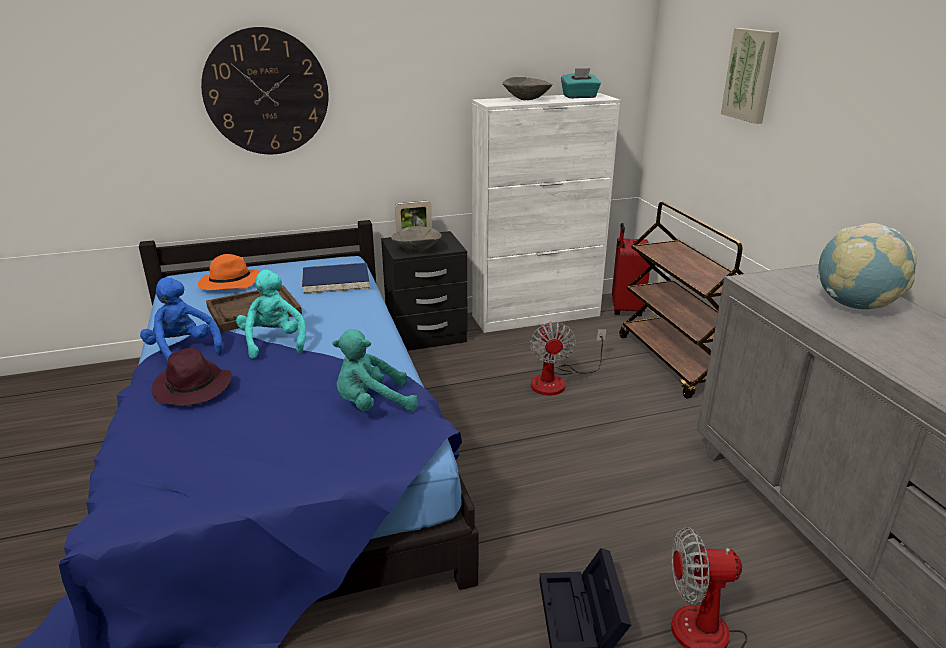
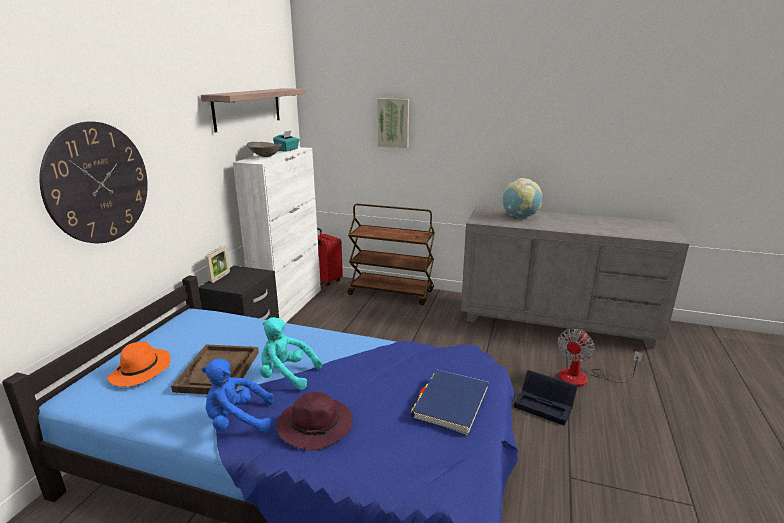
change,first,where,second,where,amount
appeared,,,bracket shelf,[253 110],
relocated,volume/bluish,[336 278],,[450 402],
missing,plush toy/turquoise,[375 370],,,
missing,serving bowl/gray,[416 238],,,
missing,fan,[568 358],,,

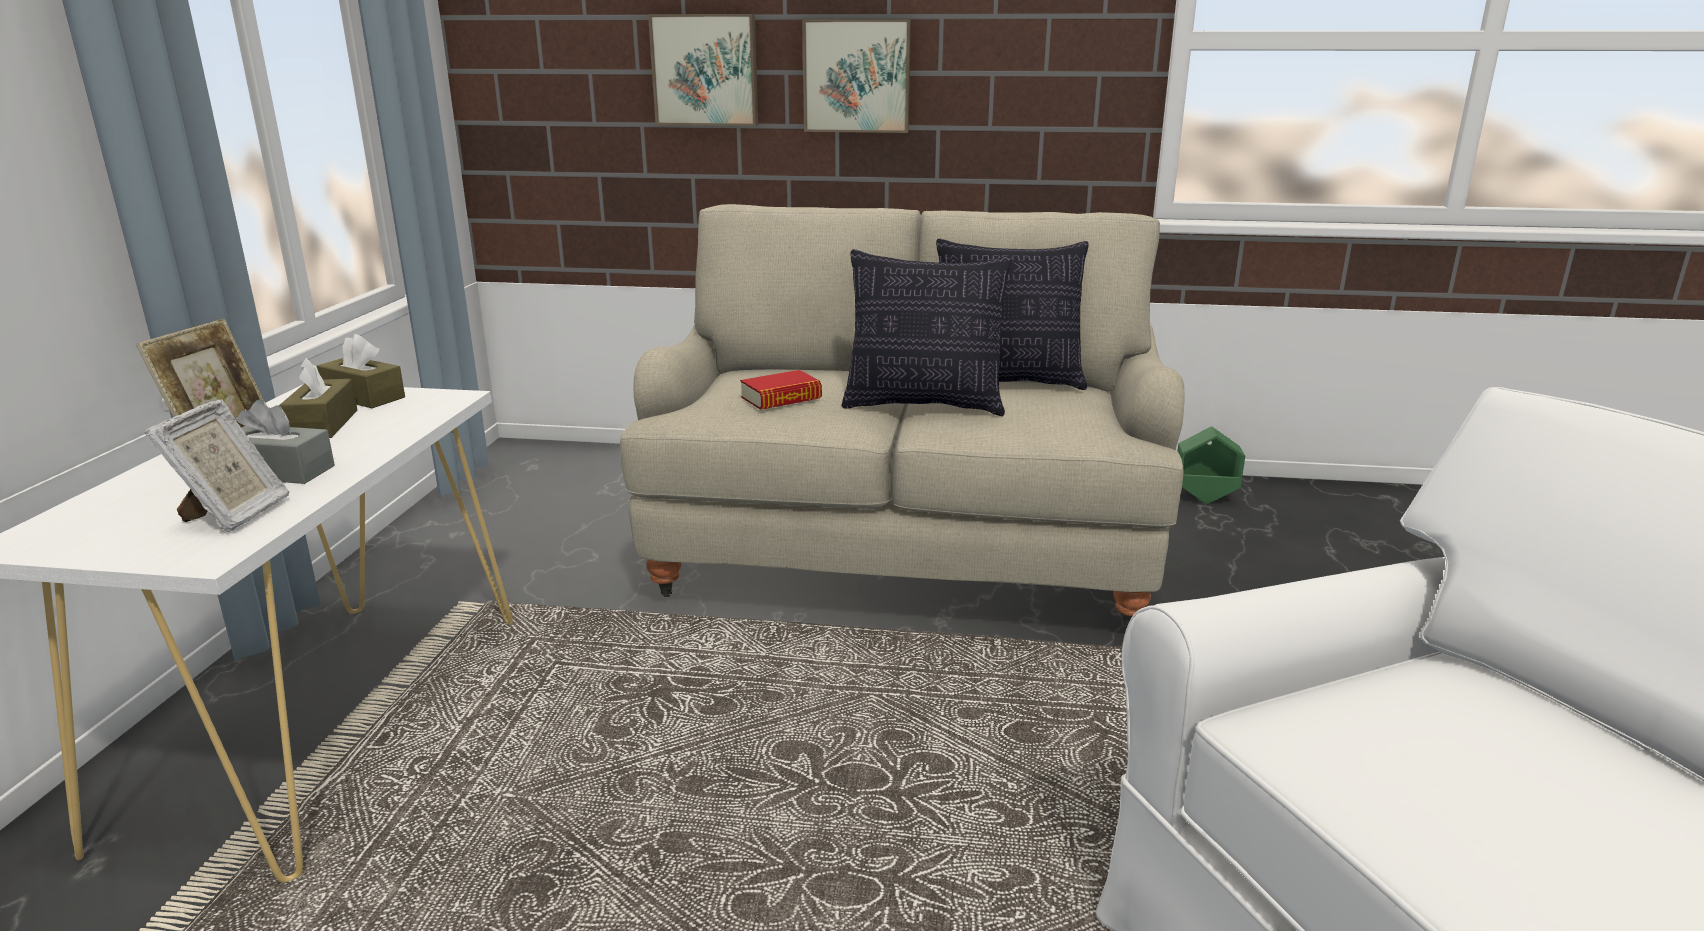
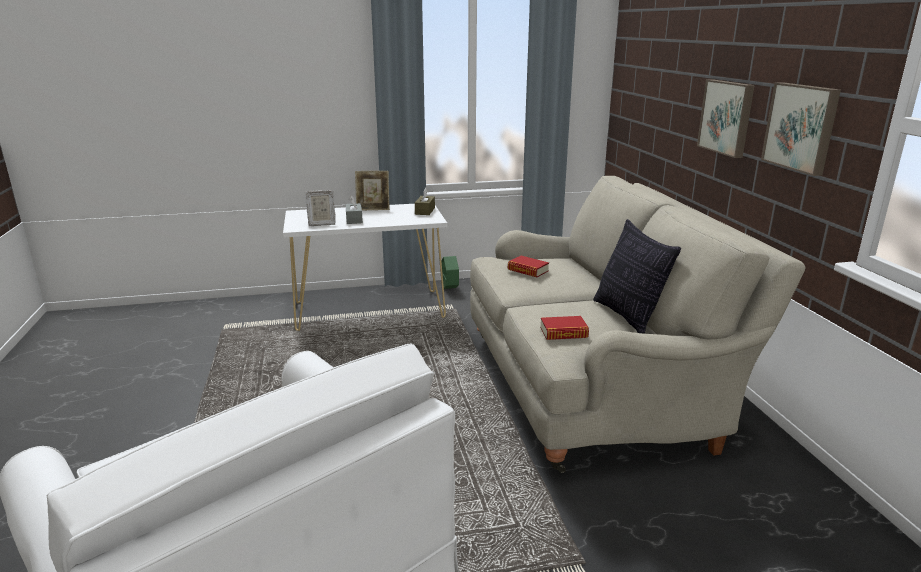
change,first,where,second,where,amount
relocated,planter/greenish,[1211 465],,[450 272],
appeared,,,volume,[564 328],
relocated,wall picture,[703 70],,[801 129],
missing,tissue box/brownish,[318 398],,,
missing,cushion,[927 332],,,

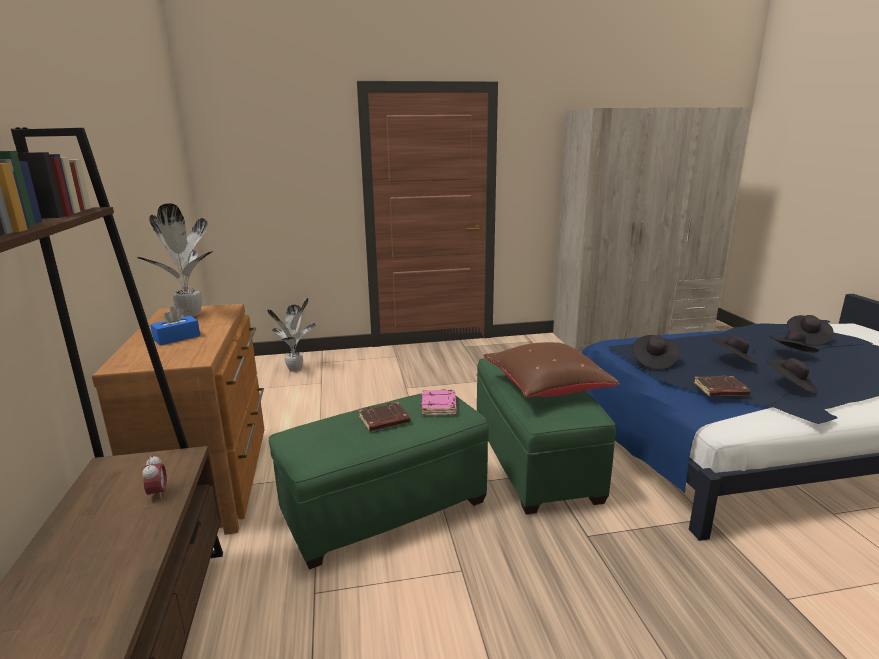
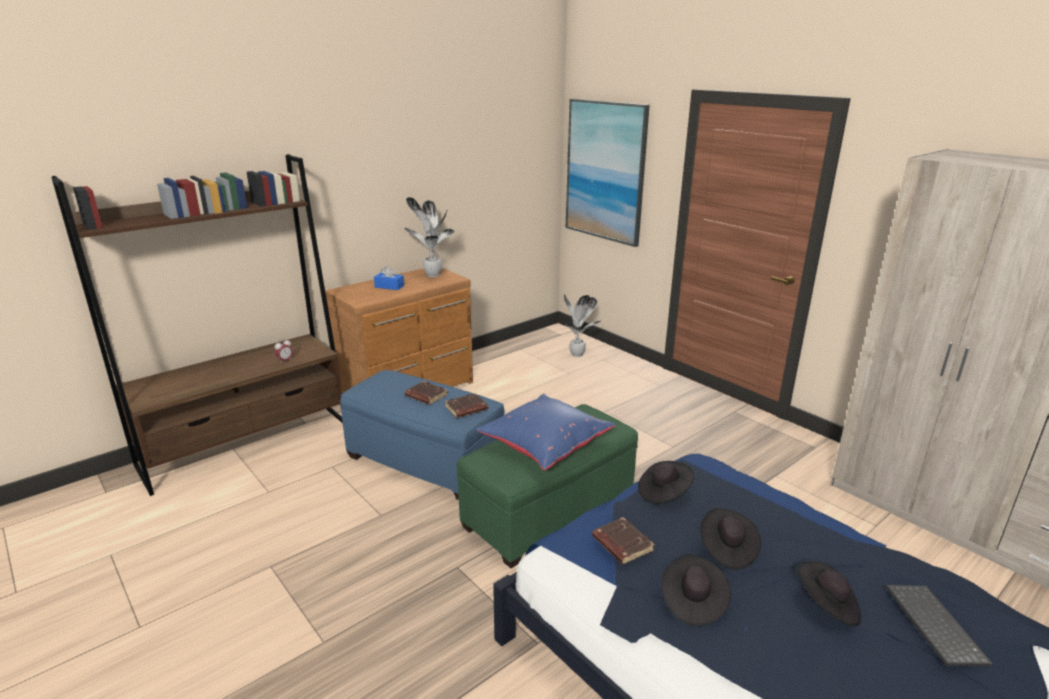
change,first,where,second,where,amount
colour,pouffe/greenish,[379 479],pouffe/bluish,[422 435],
colour,volume/pinkish,[439 402],volume/brownish,[466 405],
colour,cushion/brownish,[551 369],cushion/bluish,[546 432],
appeared,,,wall picture,[608 173],
exchanged,hat/black,[810 330],keyboard,[939 625],

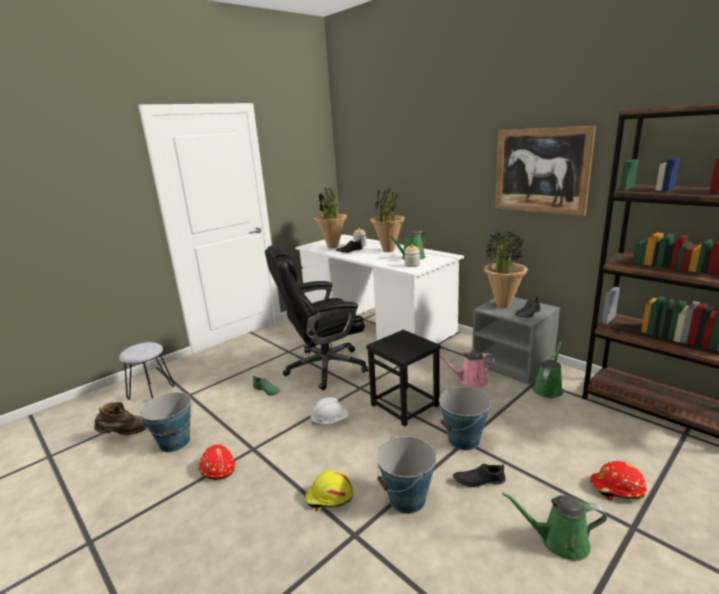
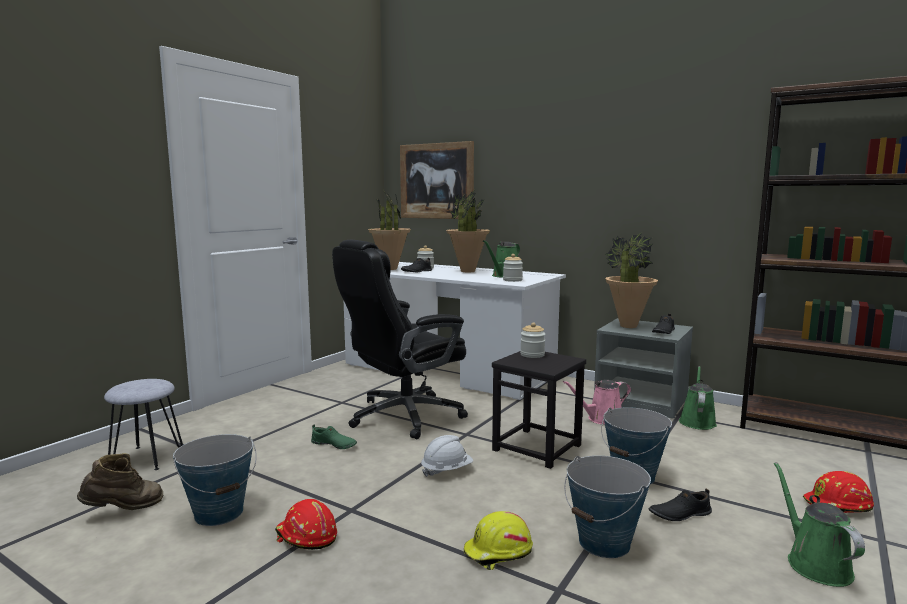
change,first,where,second,where,amount
relocated,wall picture,[545 170],,[437 180],
appeared,,,jar,[532 340],
spun,sprinkling can/greenish,[554 526],,[819 524],90 degrees clockwise

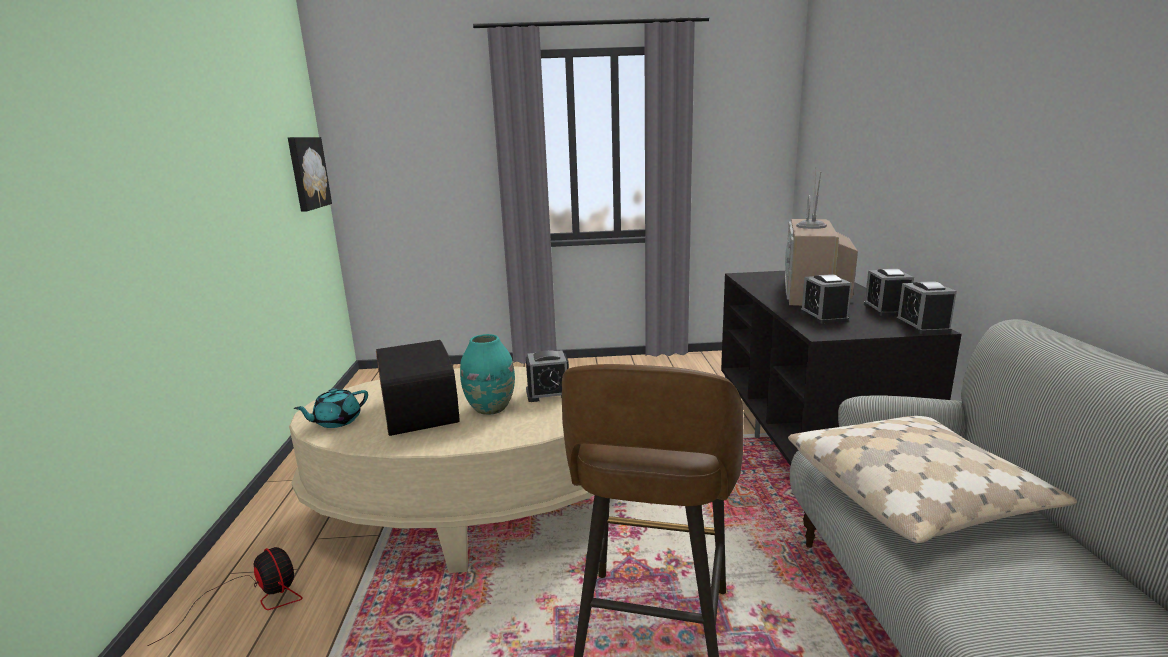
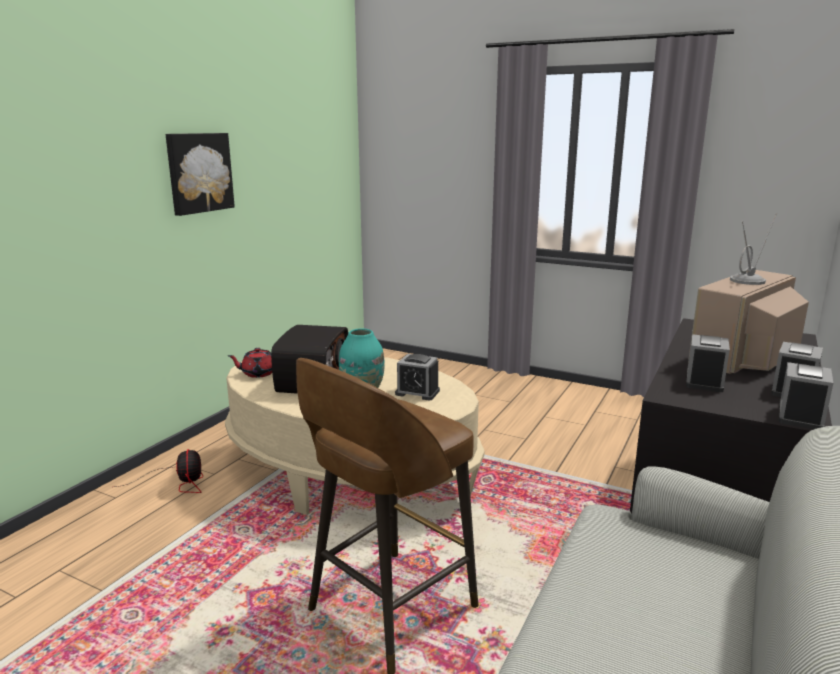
change,first,where,second,where,amount
relocated,wall picture,[310 174],,[200 174],
colour,teapot/turquoise,[330 408],teapot/reddish,[250 363],
missing,cushion/beige-coloured,[932 479],,,

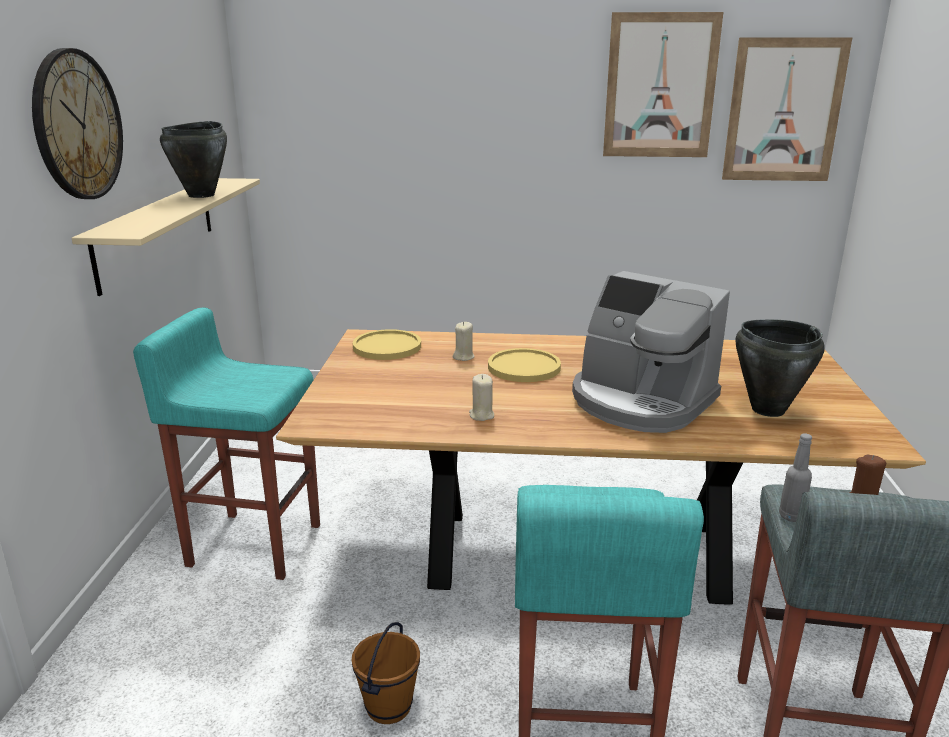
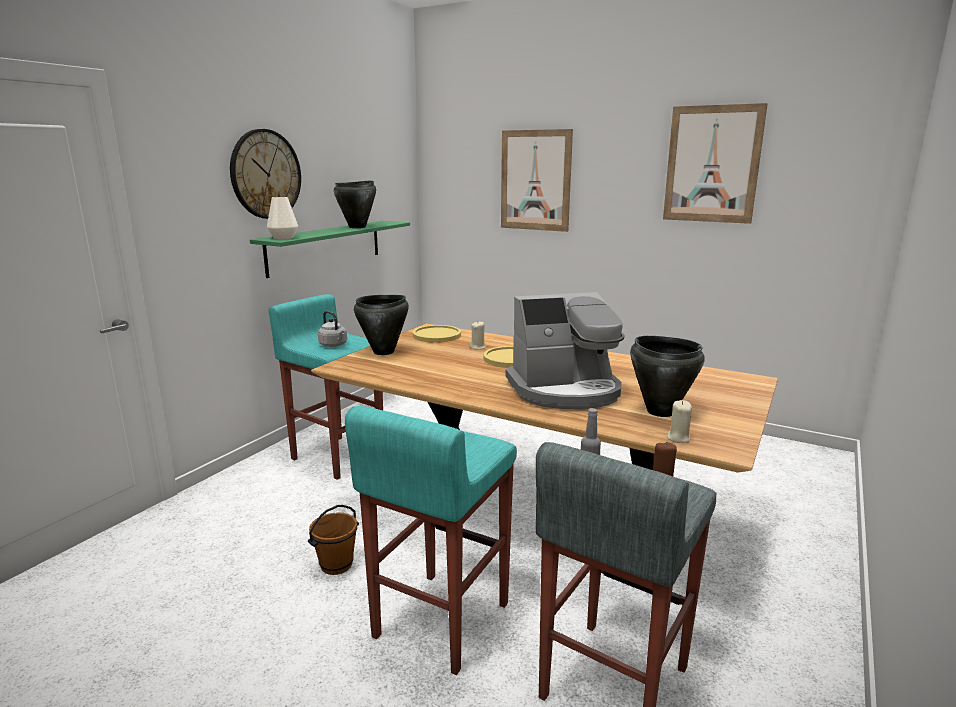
change,first,where,second,where,amount
colour,bracket shelf/beige-coloured,[166 237],bracket shelf/greenish,[330 249],
appeared,,,vase/whitish,[282 218],
appeared,,,kettle/gray,[332 329],
appeared,,,stockpot/black,[381 325],
relocated,wall picture,[787 109],,[537 180],
spun,coffee maker,[651 352],,[565 350],75 degrees counterclockwise
relocated,candle/beige-coloured,[481 397],,[679 421],

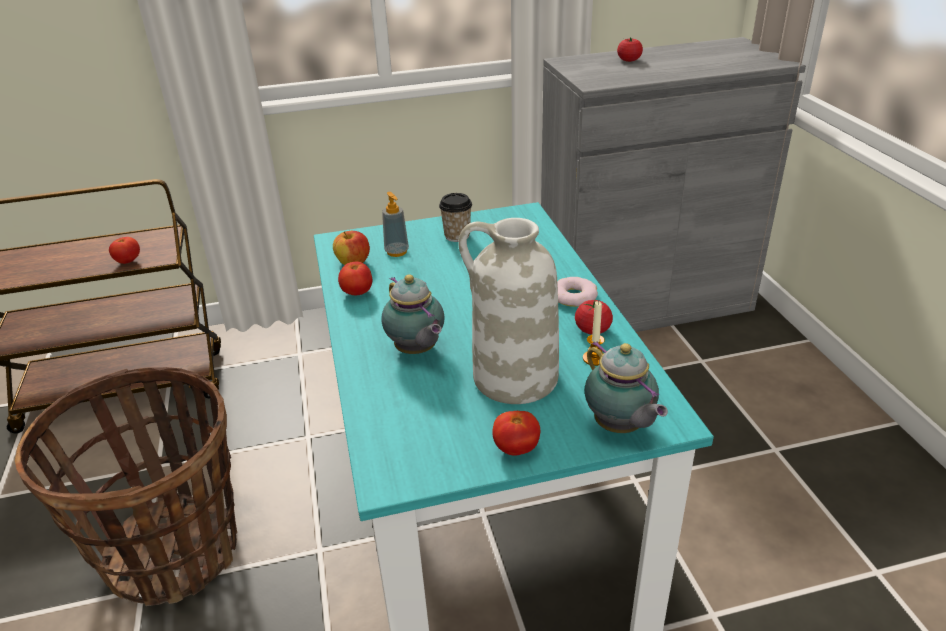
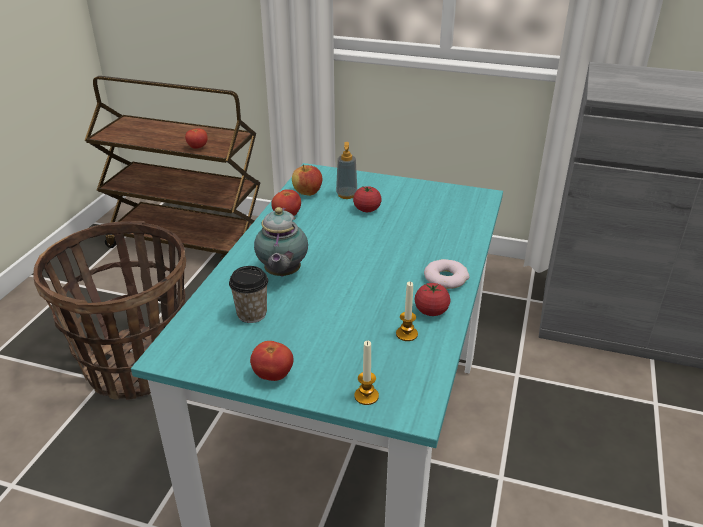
change,first,where,second,where,amount
relocated,drinking cup,[455 217],,[248 294],
relocated,tomato,[630 49],,[367 199],
exchanged,teapot,[626 387],candle,[366 372],
missing,vase/whitish,[508 311],,,

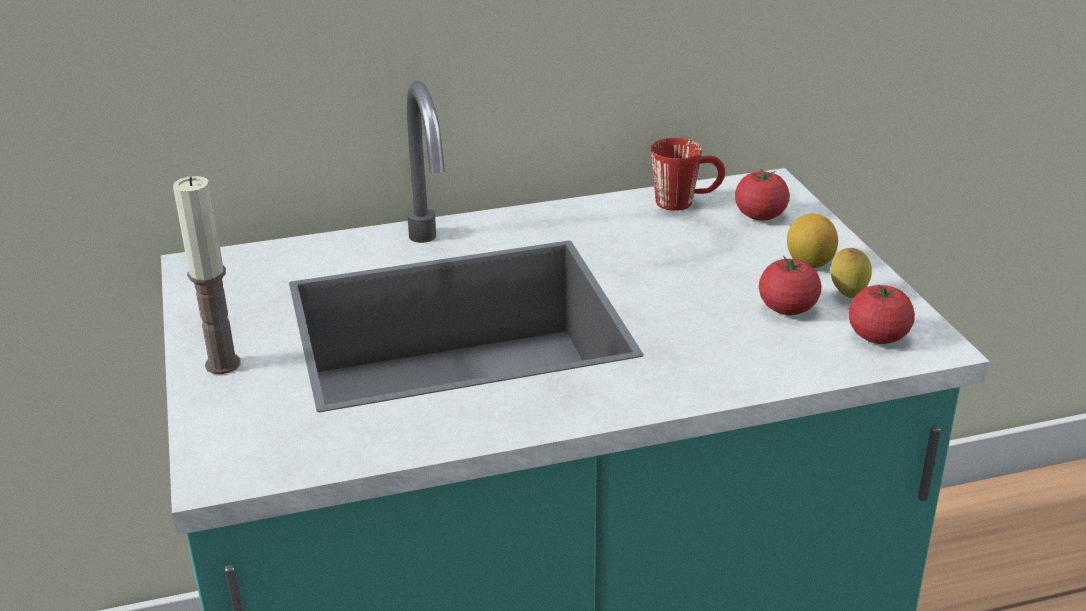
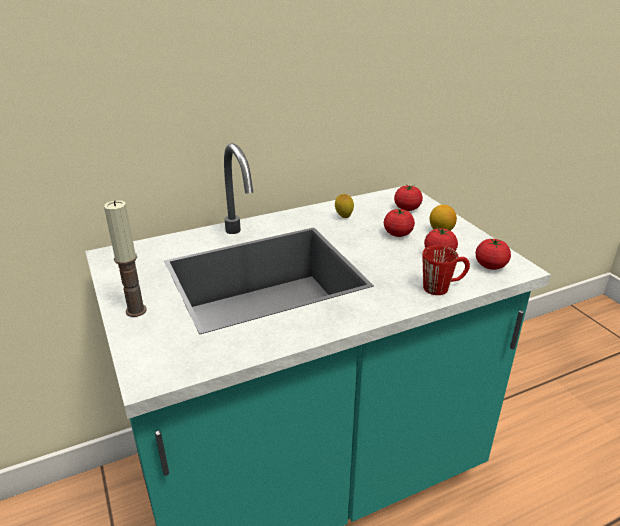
change,first,where,second,where,amount
relocated,whole lemon,[851 273],,[344 206],
appeared,,,tomato,[399 223],
relocated,coffee mug/reddish,[688 174],,[446 270],

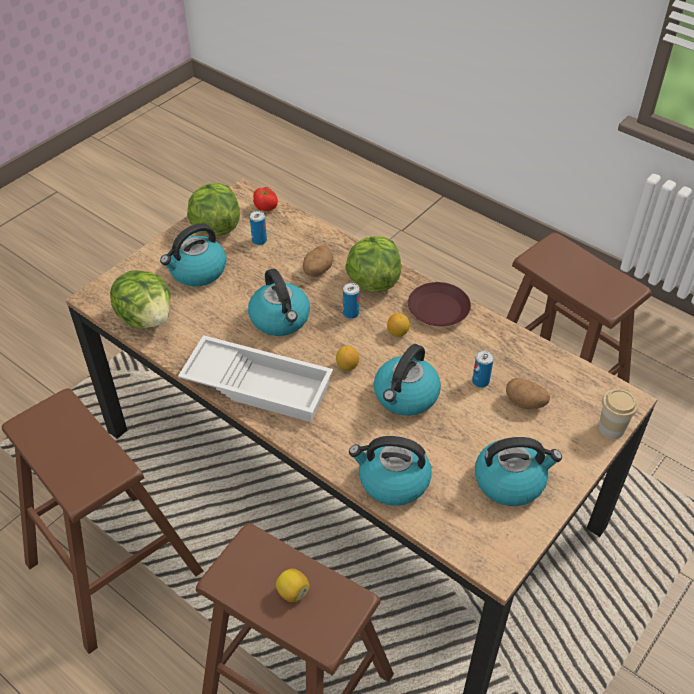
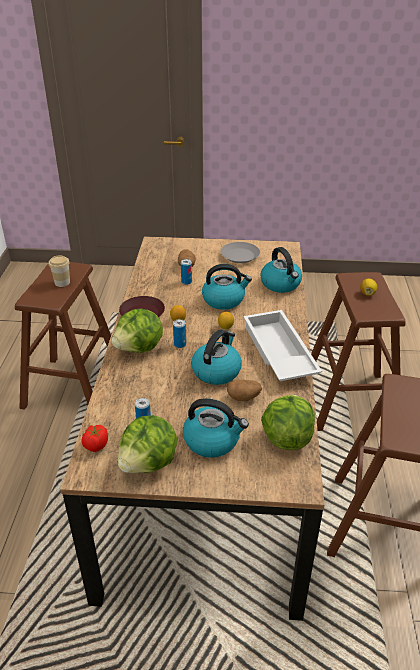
change,first,where,second,where,amount
relocated,drinking cup,[618 414],,[59 271],
exchanged,kettle,[518 471],plate/gray,[240 252],
relocated,potato,[318 261],,[244 390],

